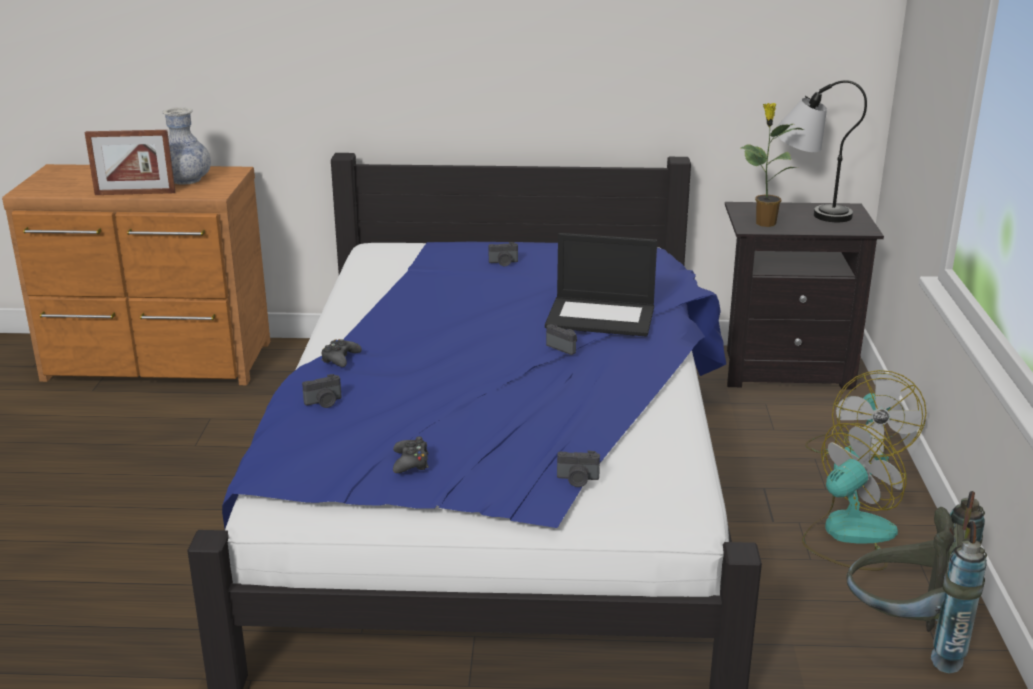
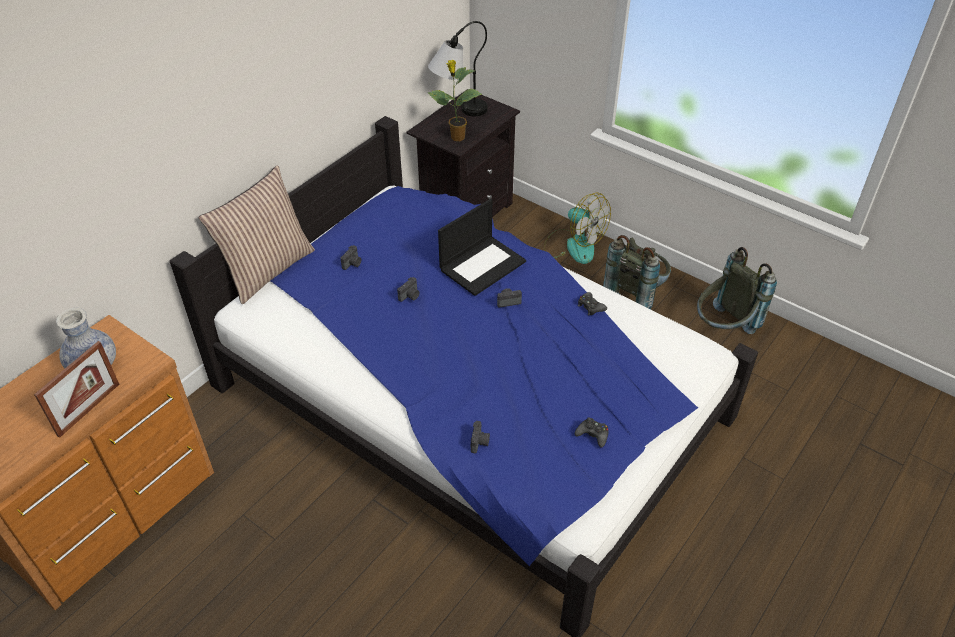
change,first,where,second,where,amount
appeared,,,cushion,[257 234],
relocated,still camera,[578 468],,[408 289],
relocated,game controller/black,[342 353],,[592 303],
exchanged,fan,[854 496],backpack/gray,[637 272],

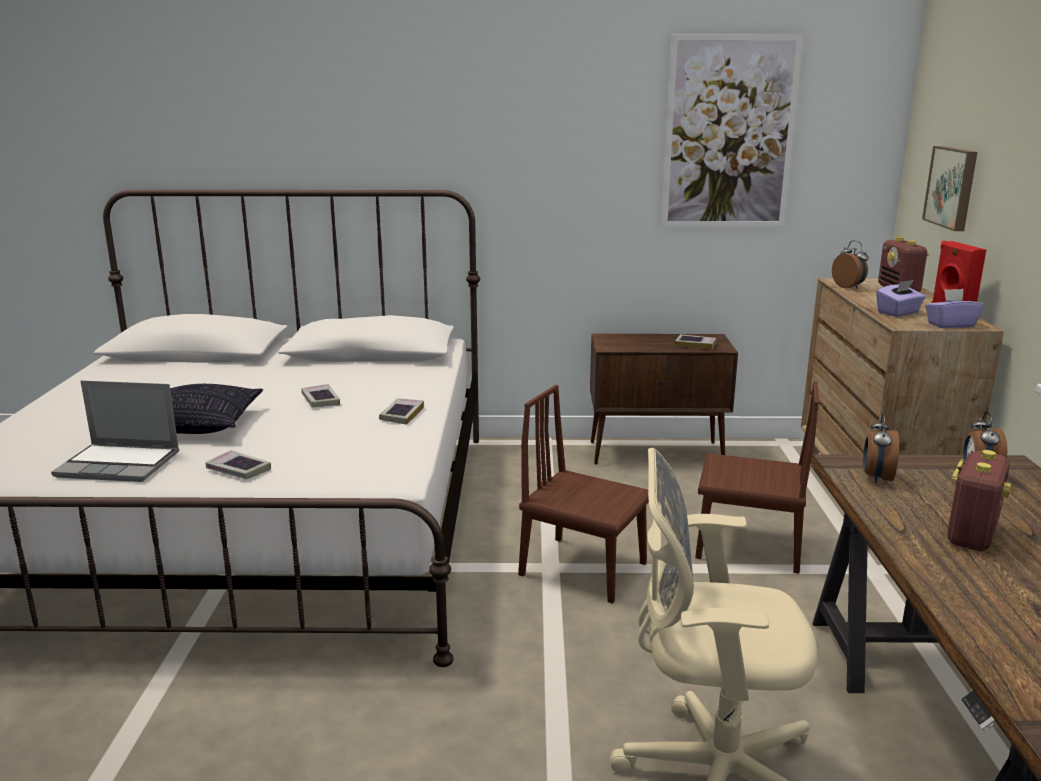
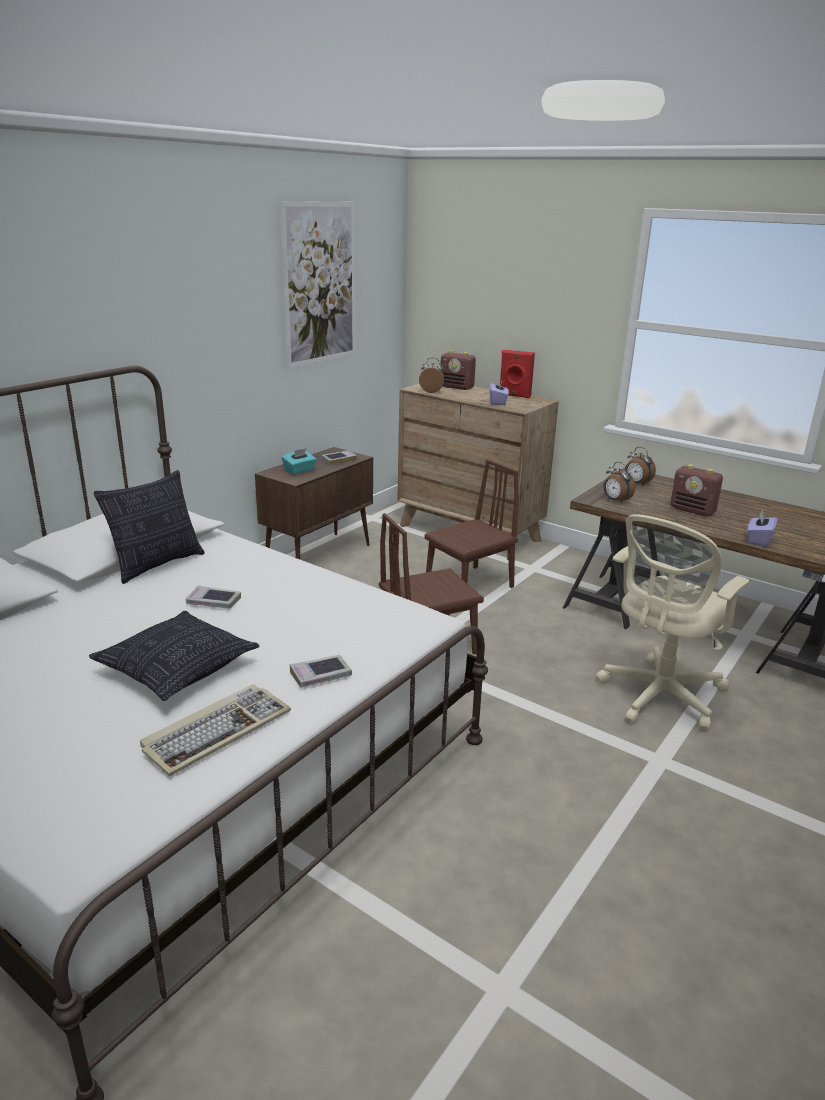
change,first,where,second,where,amount
appeared,,,cushion,[149 527],
exchanged,portable computer,[115 431],keyboard,[215 730],
appeared,,,tissue box/turquoise,[299 461],
spun,radio set,[979 500],,[696 490],150 degrees clockwise
relocated,tissue box/purple-coloured,[954 308],,[763 528],
missing,volume,[401 411],,,
missing,wall picture,[949 188],,,

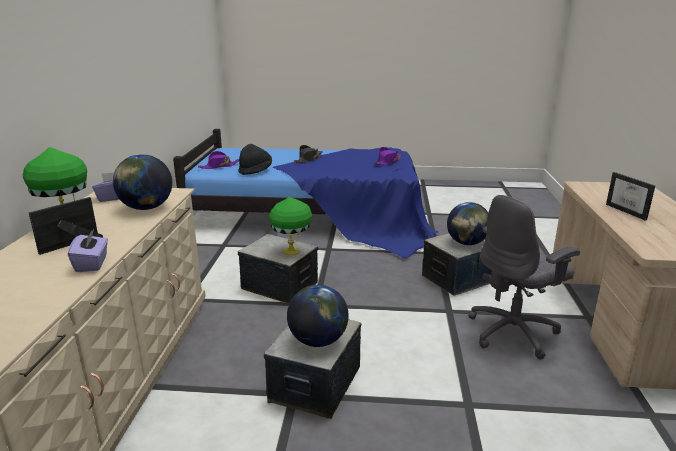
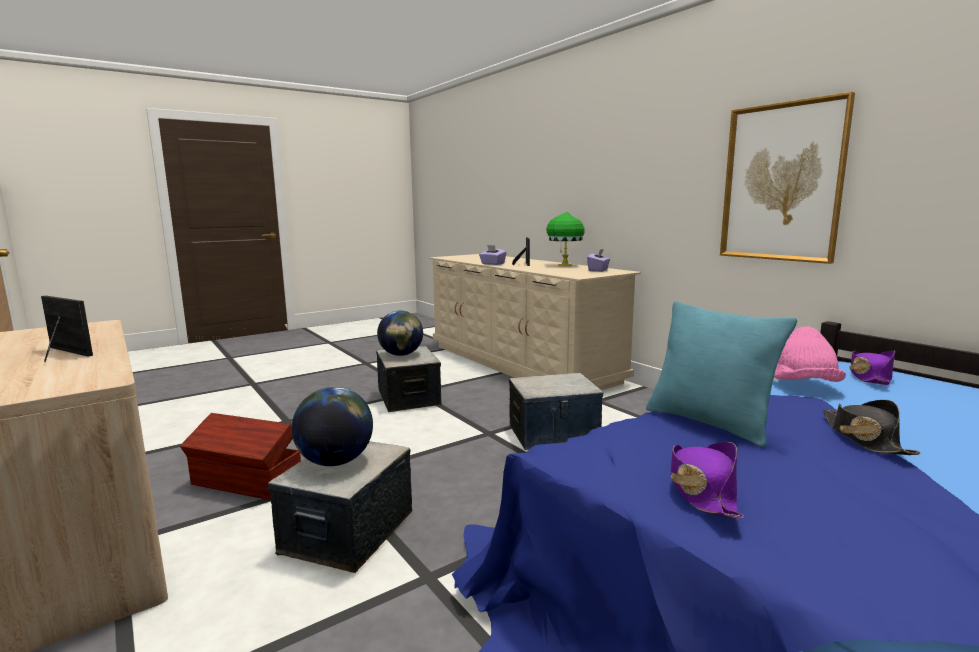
change,first,where,second,where,amount
exchanged,desk chair/gray,[524 277],storage bin/brownish,[240 456],
appeared,,,cushion/turquoise,[721 374],
appeared,,,wall picture,[787 178],
colour,hat/black,[255 159],hat/pinkish,[810 354],
missing,desk globe,[142 182],,,
missing,lamp for a table/greenish,[290 226],,,

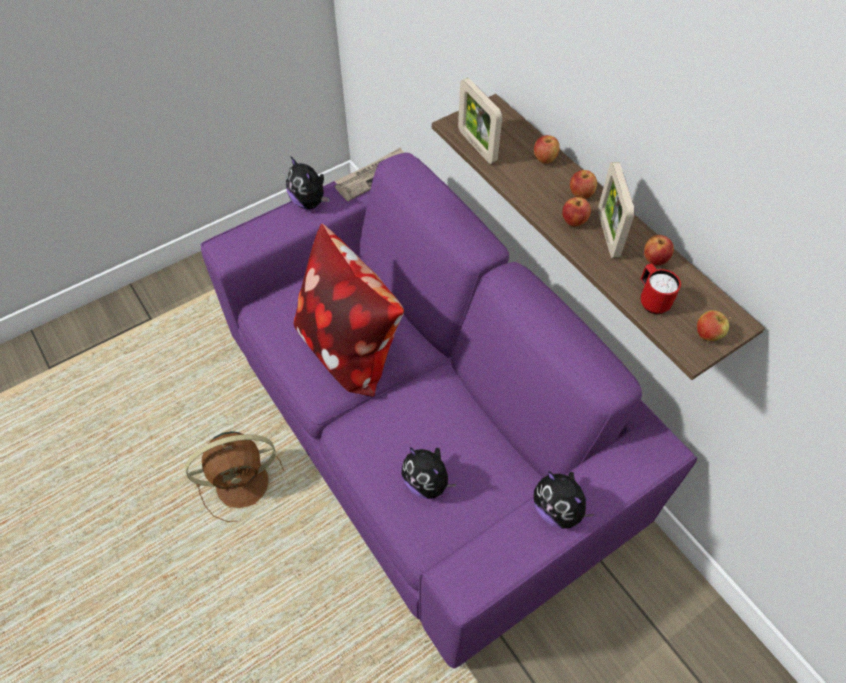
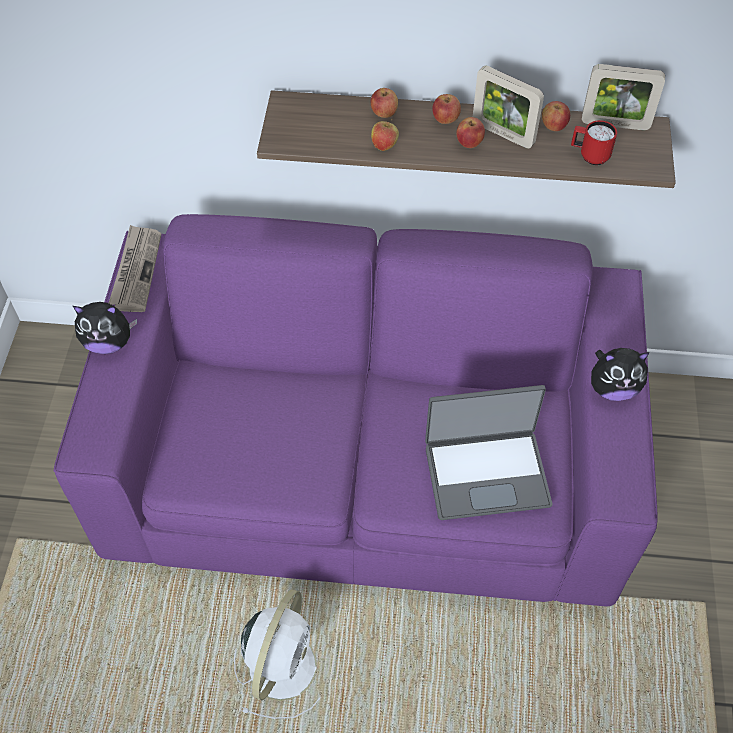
change,first,where,second,where,amount
colour,fan/brownish,[234 476],fan/whitish,[277 654],
relocated,apple fruit,[714 325],,[385 135],
exchanged,plush toy,[429 473],portable computer,[488 452],
relocated,photo frame,[480 121],,[623 97],
missing,cushion,[349 310],,,

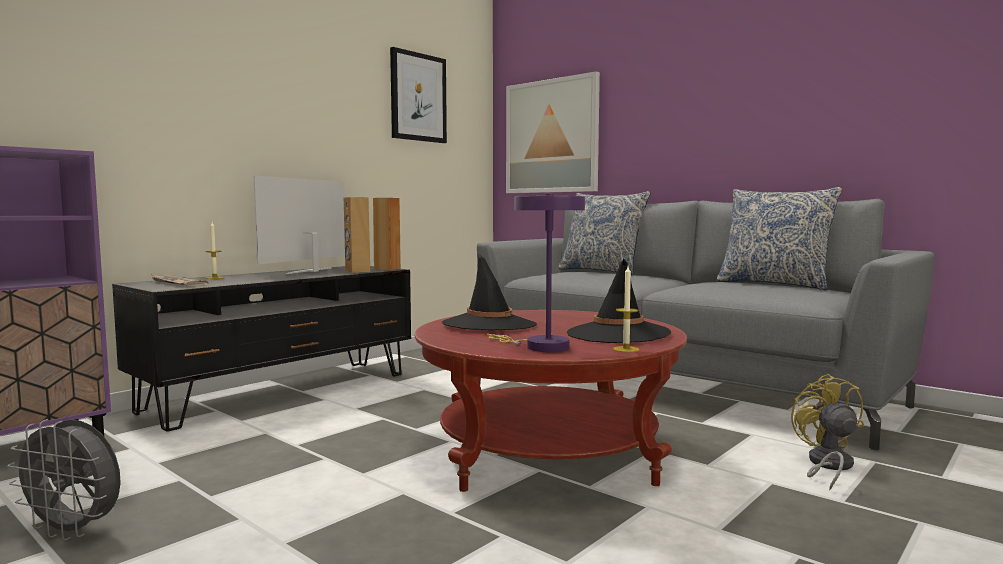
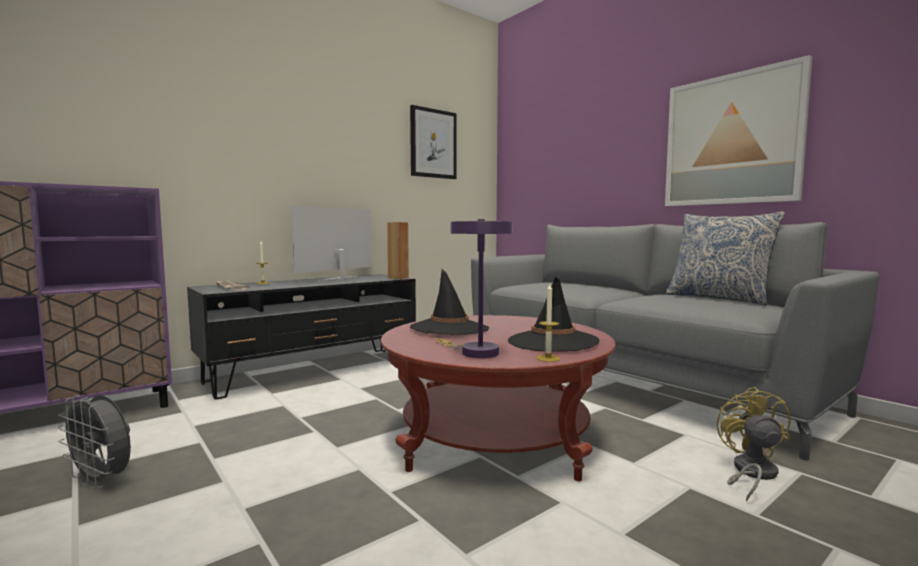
change,first,where,second,where,amount
relocated,wall picture,[553 132],,[738 130],
missing,loudspeaker/brownish,[357 235],,,
missing,cushion,[604 233],,,

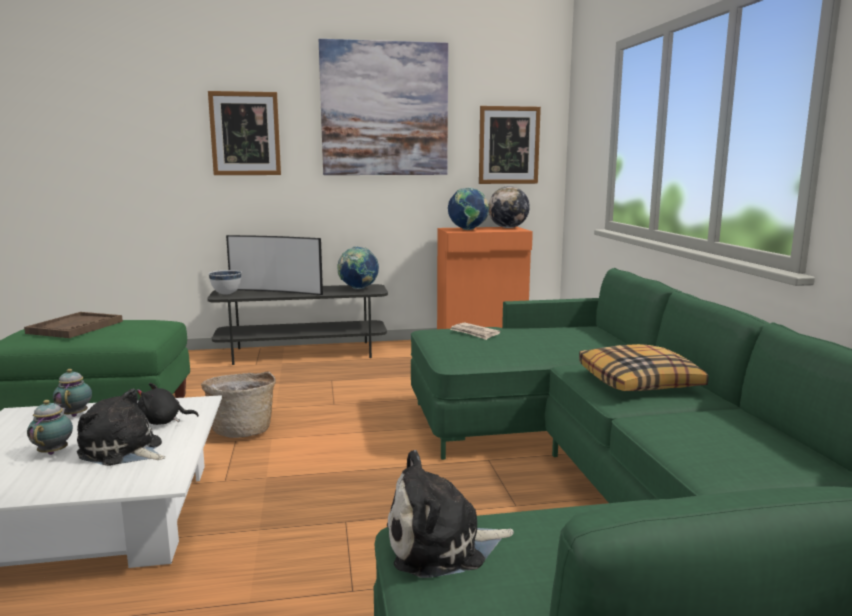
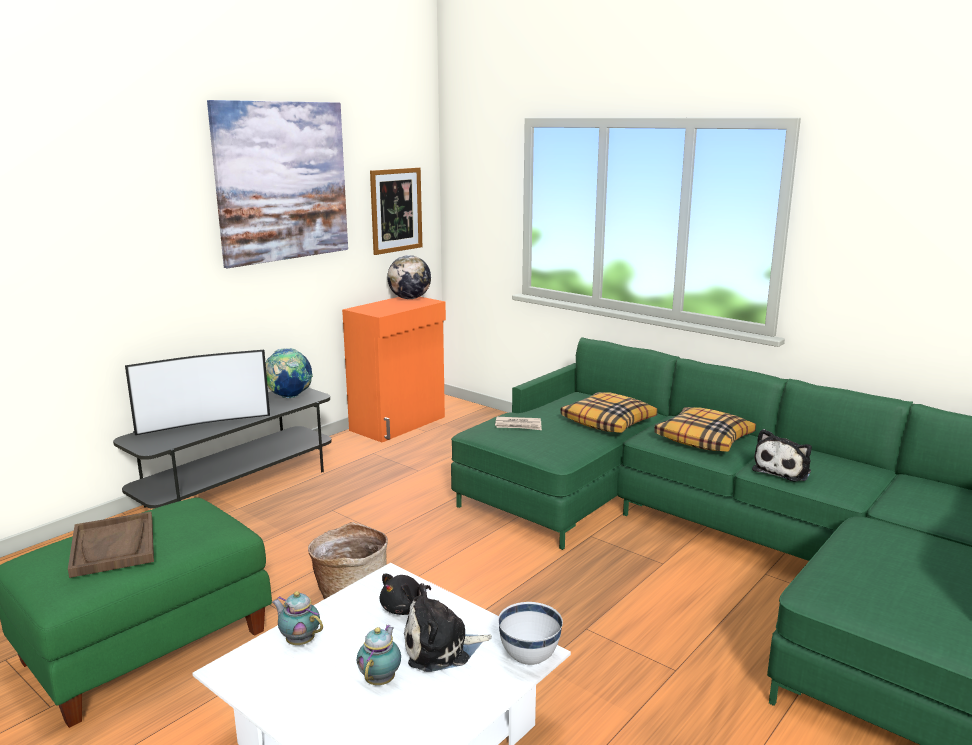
change,first,where,second,where,amount
spun,teapot,[50 427],,[378 655],60 degrees clockwise
relocated,serving bowl/whitish,[225 282],,[530 633],
appeared,,,cushion,[609 412],
relocated,plush toy,[450 514],,[782 455],
missing,wall picture,[244 133],,,
missing,desk globe,[468 208],,,

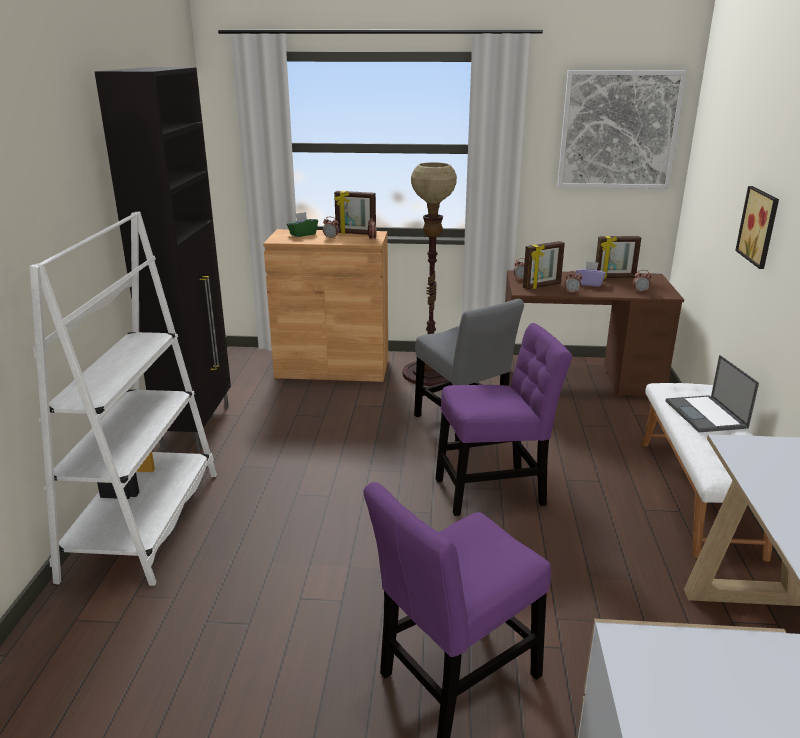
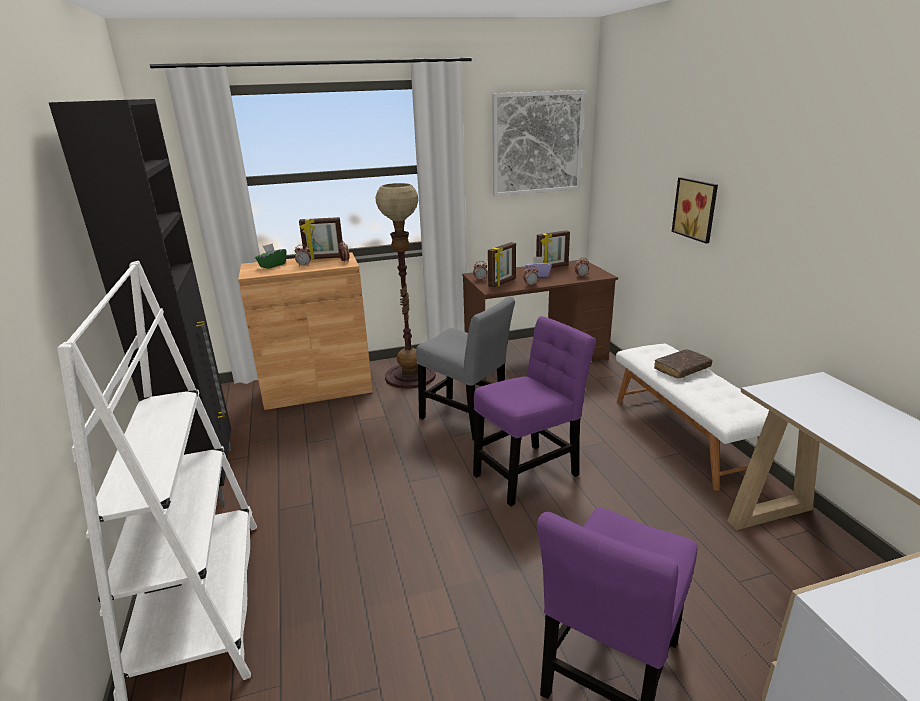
change,first,where,second,where,amount
exchanged,portable computer,[712 393],volume/brownish,[683 364],

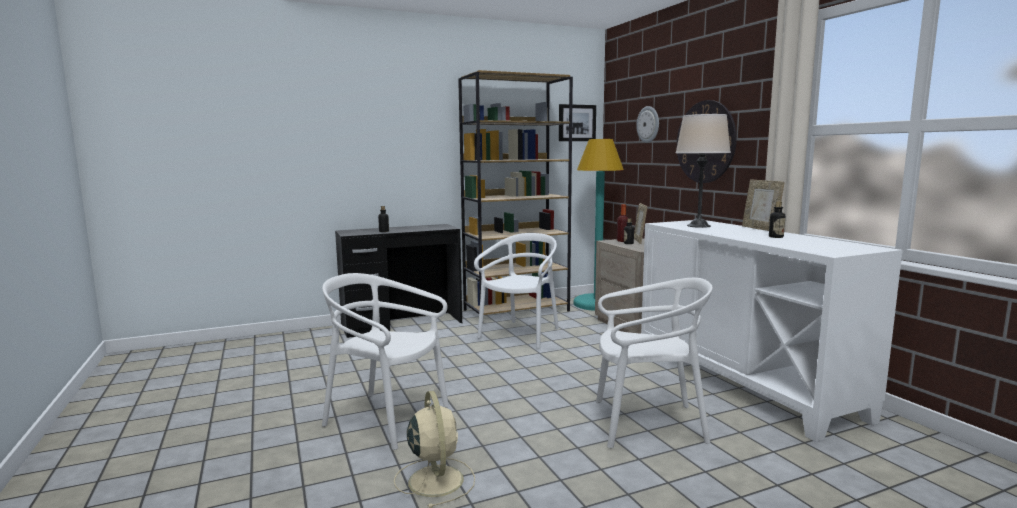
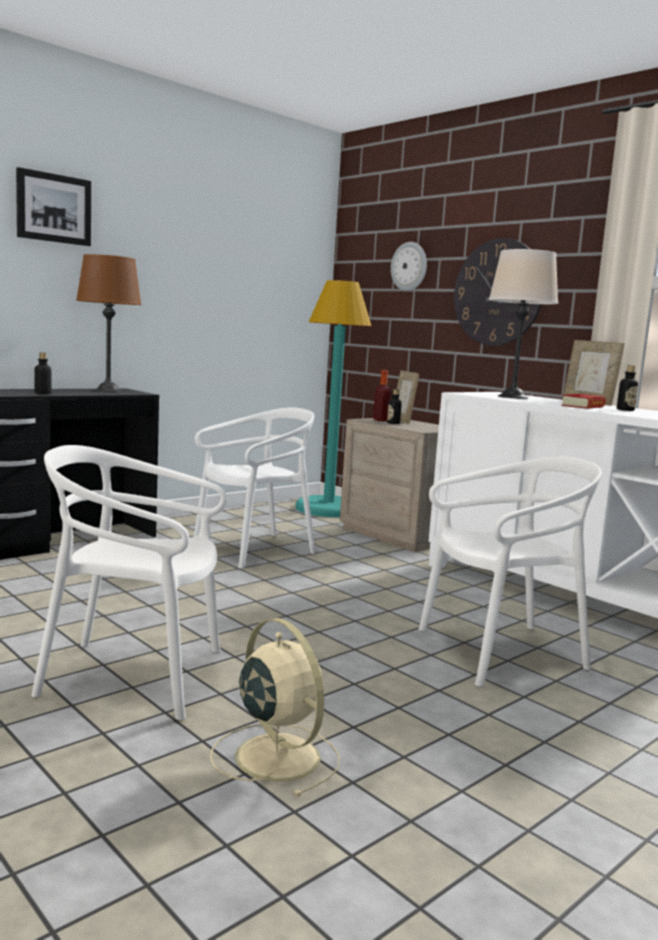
change,first,where,second,where,amount
relocated,wall picture,[577 122],,[53 206],
appeared,,,lamp for a table/brownish,[108 323],
spun,plain chair/whitish,[516 291],,[254 488],45 degrees clockwise
appeared,,,volume,[583 401],
missing,bookshelf/brownish,[515 192],,,

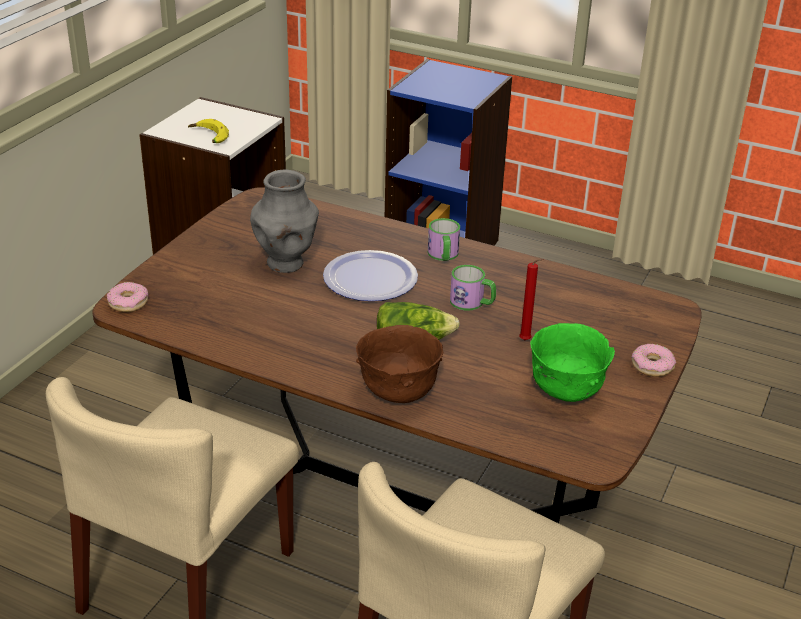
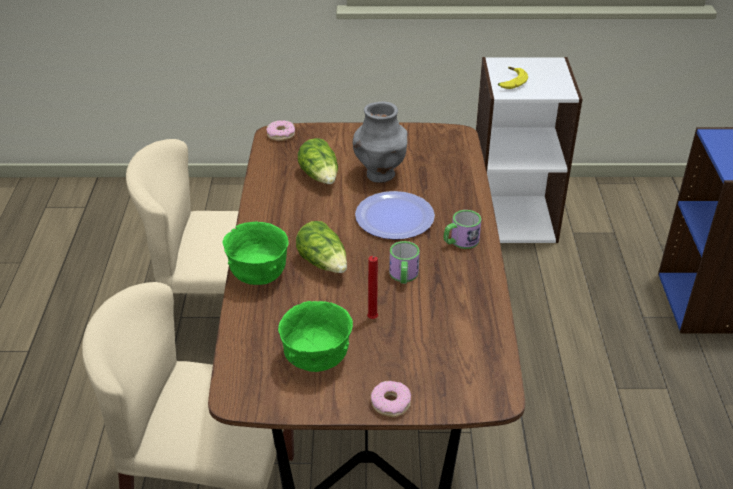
change,first,where,second,where,amount
colour,serving bowl/brownish,[399 364],serving bowl/greenish,[255 253],
appeared,,,head of lettuce,[318 161],

